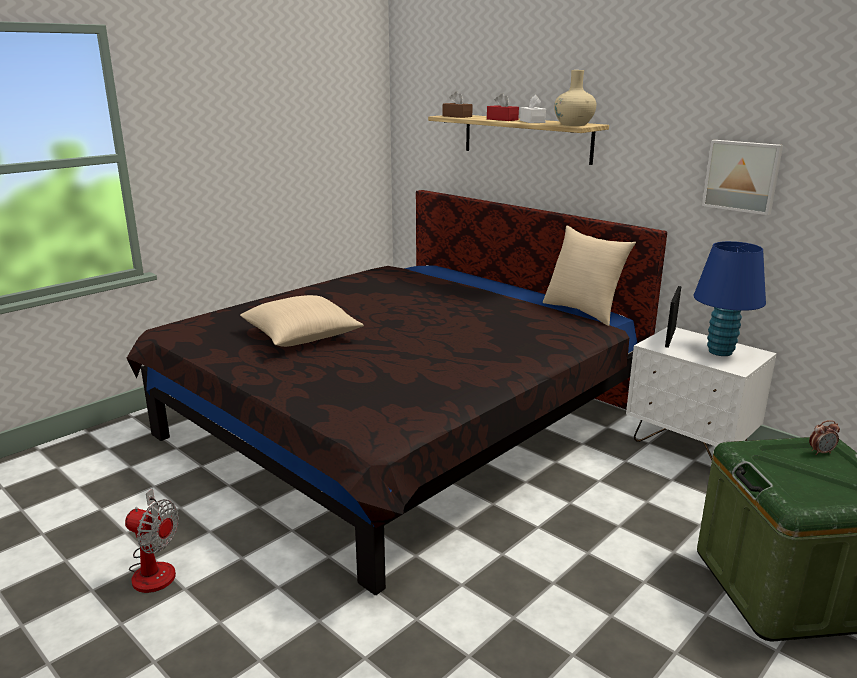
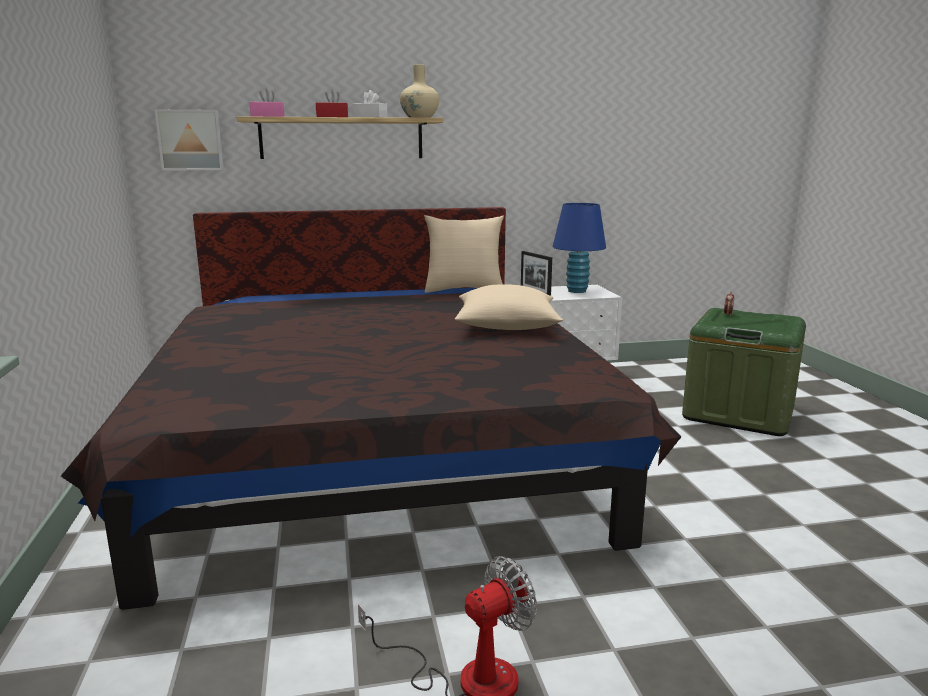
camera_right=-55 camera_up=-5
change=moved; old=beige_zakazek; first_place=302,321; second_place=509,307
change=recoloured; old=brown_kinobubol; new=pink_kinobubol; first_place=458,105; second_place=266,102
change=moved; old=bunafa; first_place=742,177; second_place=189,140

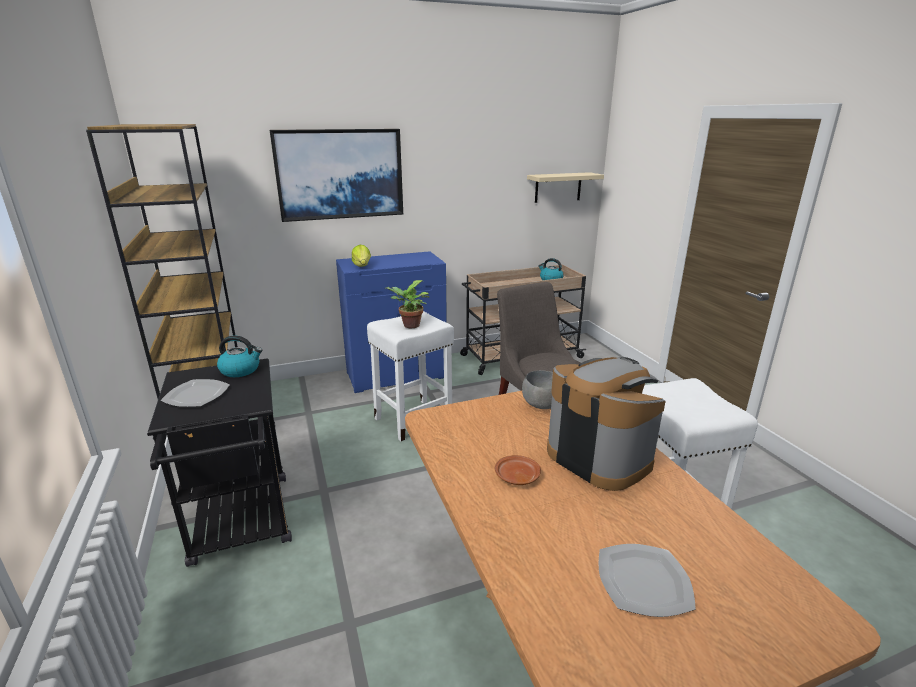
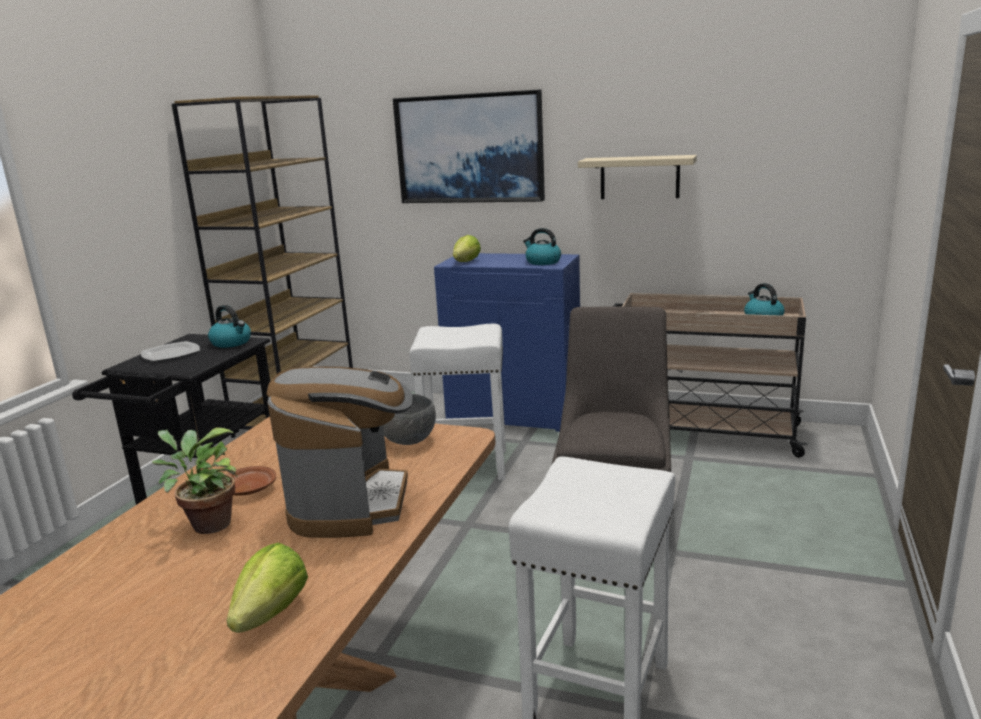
camera_right=40 camera_up=-5
change=moved; old=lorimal; first_place=408,304; second_place=195,480
change=moved; old=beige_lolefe; first_place=565,187; second_place=637,177
change=removed; old=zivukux; first_place=647,580
change=added; new=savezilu; second_place=267,588
change=added; new=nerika; second_place=542,246

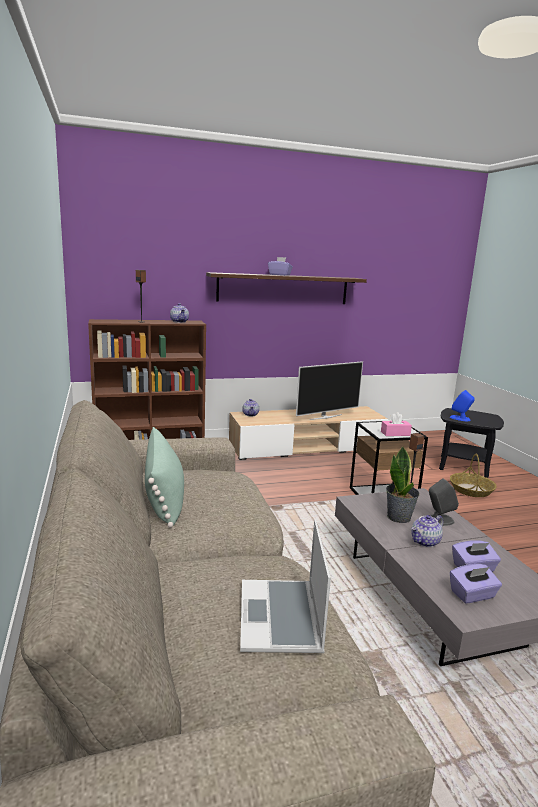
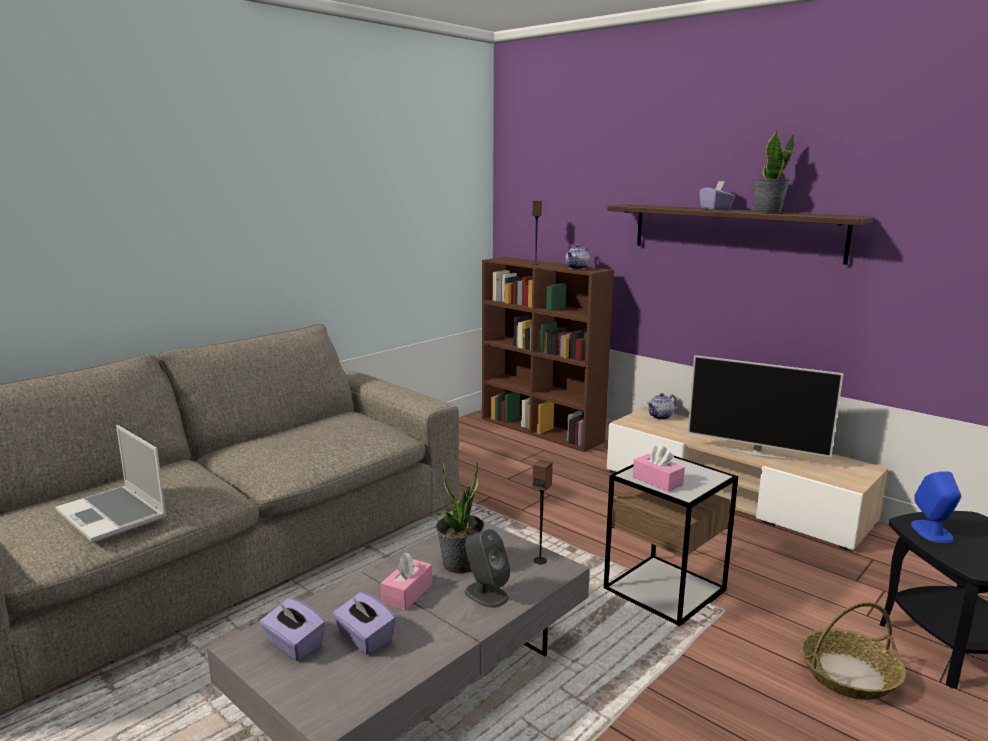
camera_right=60 camera_up=0
change=removed; old=green_zakazek; first_place=164,477
change=turned; old=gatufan; first_place=285,586; second_place=111,484; degrees=-105
change=replaced; old=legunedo; new=pink_kinobubol; first_place=427,531; second_place=406,581
change=added; new=lorimal; second_place=773,172

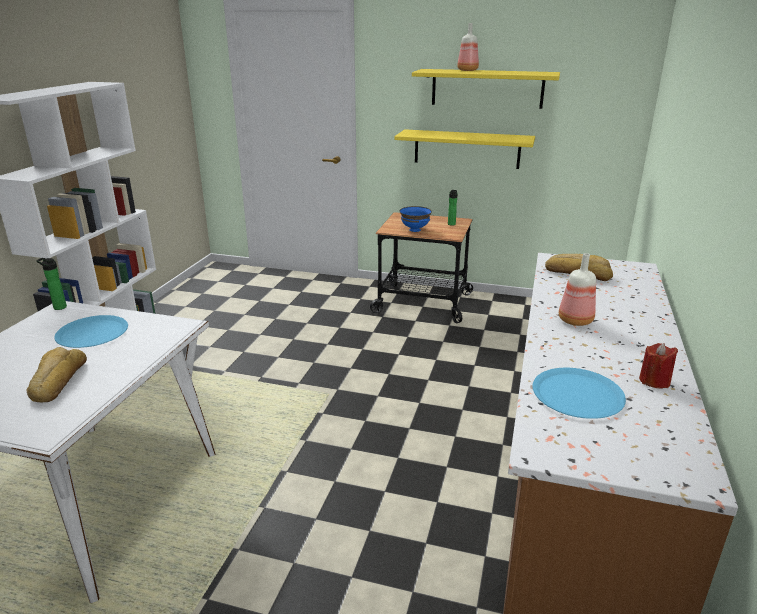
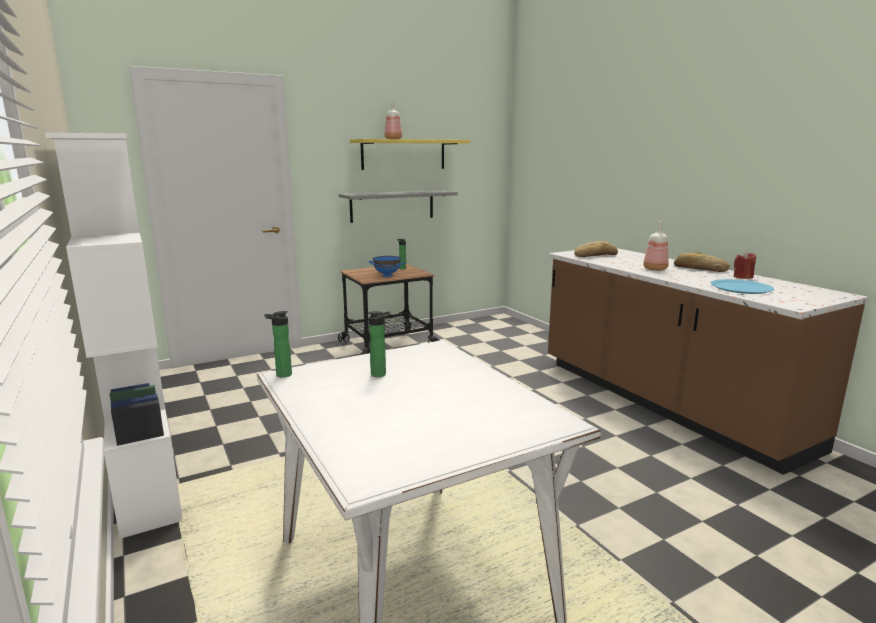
camera_right=-45 camera_up=-10
change=moved; old=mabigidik; first_place=56,375; second_place=702,262
change=replaced; old=blue_zivukux; new=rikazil; first_place=91,331; second_place=379,344
change=recoloured; old=yellow_lolefe; new=grey_lolefe; first_place=464,149; second_place=398,206

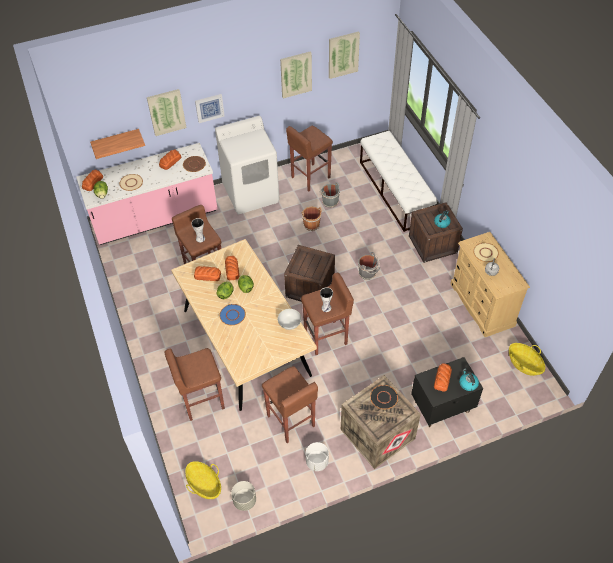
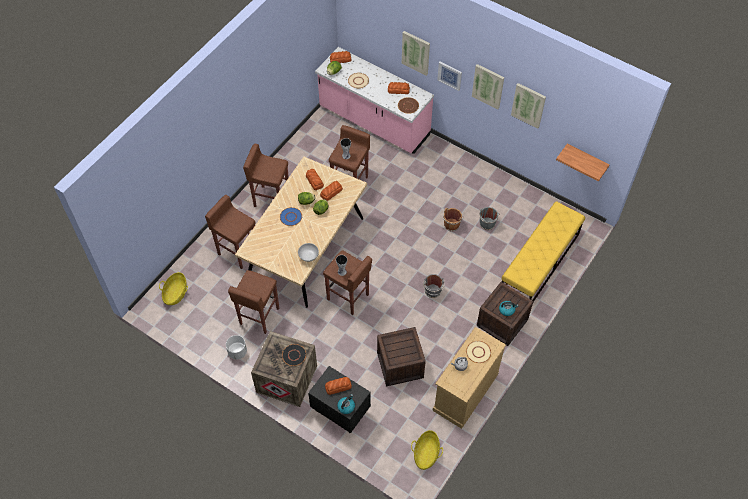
camera_right=55 camera_up=5
change=moved; old=lolefe; first_place=117,144; second_place=582,162
change=removed; old=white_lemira; first_place=247,165
change=removed; old=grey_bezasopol; first_place=243,496
change=moved; old=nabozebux; first_place=309,273; second_place=401,356
change=moved; old=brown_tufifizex; first_place=309,159; second_place=266,175
change=moved; old=bunafa; first_place=344,55; second_place=488,87
change=recoloured; old=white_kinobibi; new=yellow_kinobibi; first_place=398,181; second_place=543,251

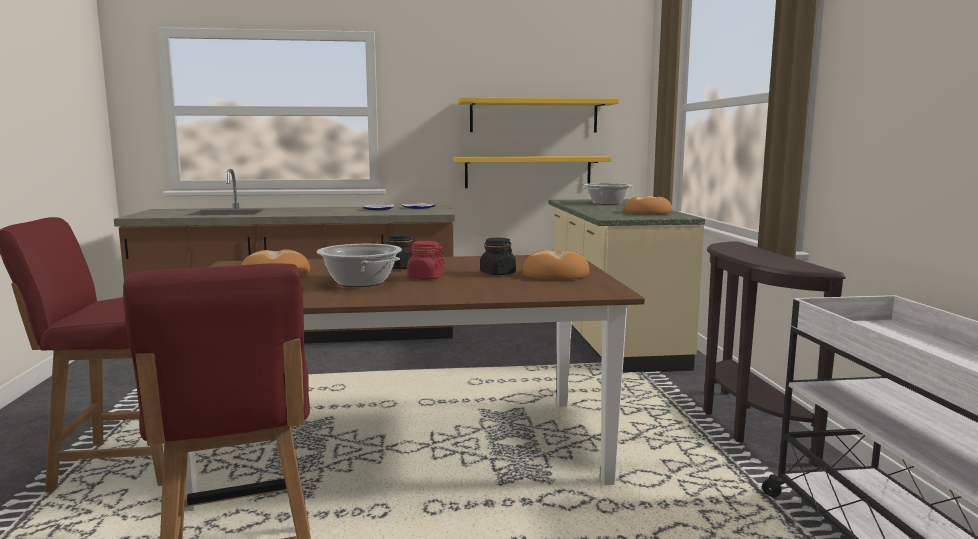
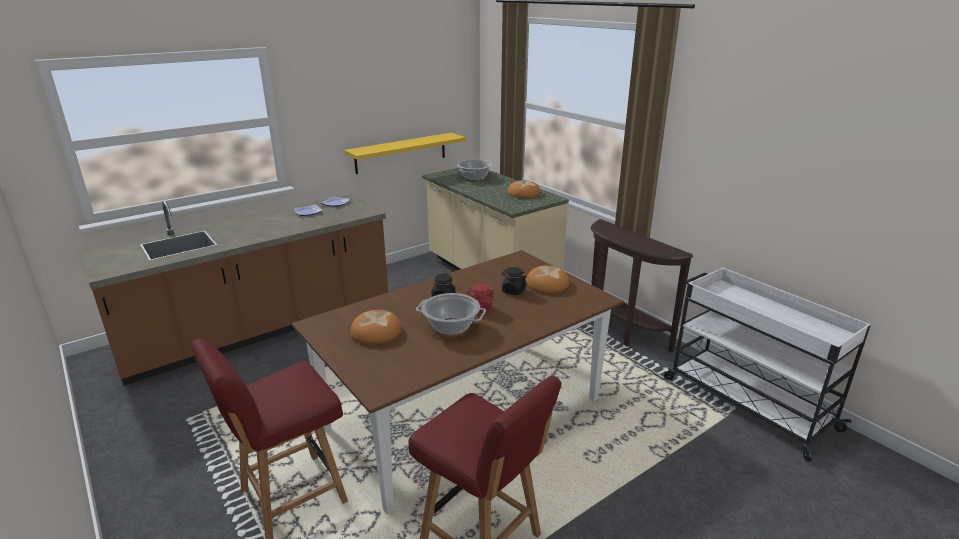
camera_right=-30 camera_up=15
change=removed; old=yellow_lolefe; first_place=538,115

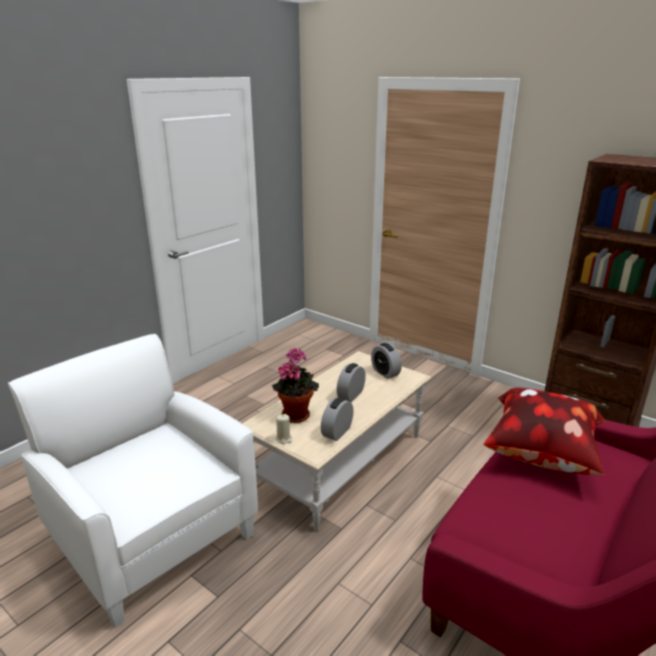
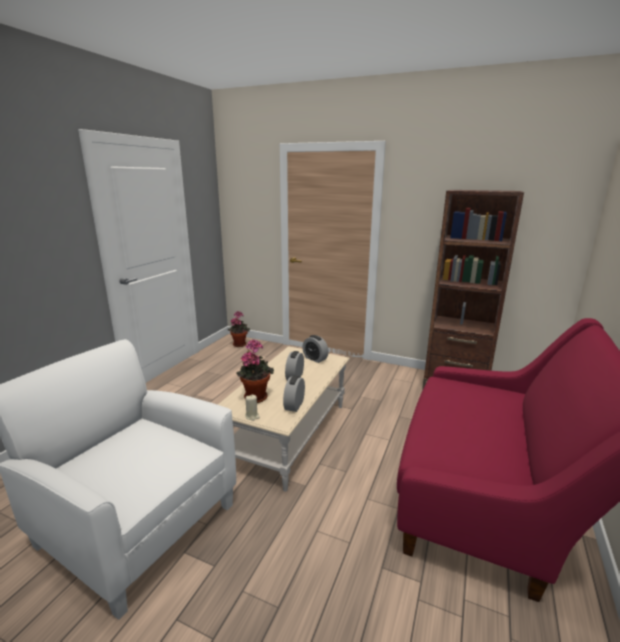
camera_right=-15 camera_up=-5
change=removed; old=zakazek; first_place=545,431
change=added; new=lorimal; second_place=239,329

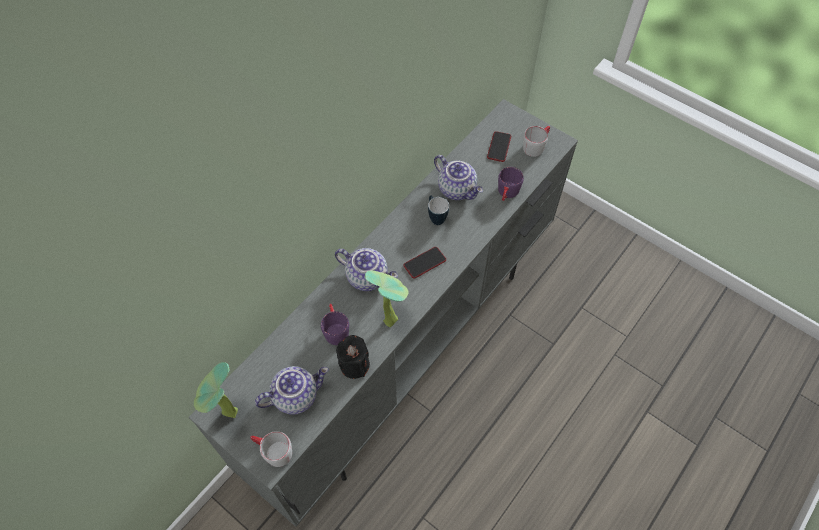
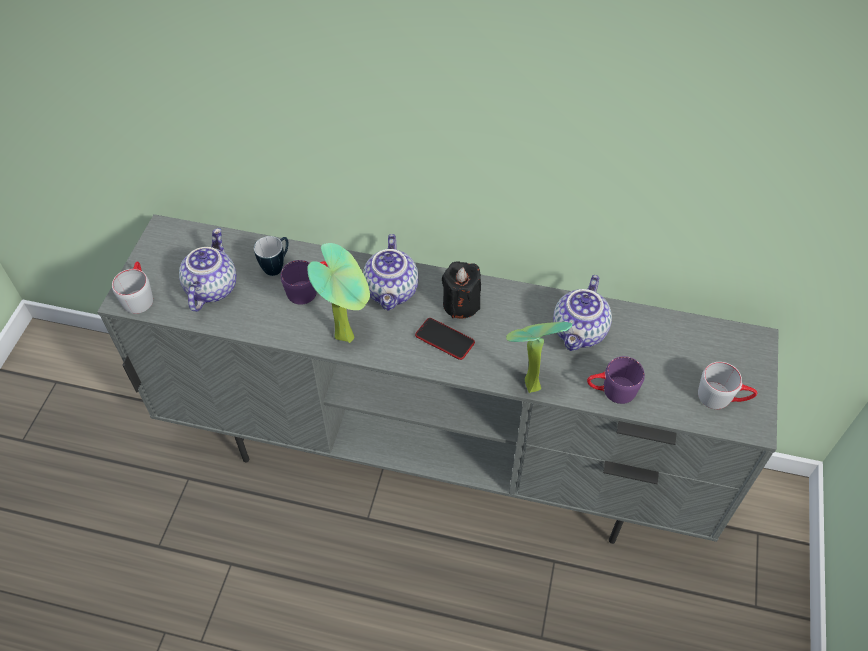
camera_right=65 camera_up=-5
change=moved; old=lorimal; first_place=216,390; second_place=539,357
change=turned; old=legunedo; first_place=292,390; second_place=208,270; degrees=-120
change=moved; old=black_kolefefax; first_place=353,357; second_place=461,290
change=moved; old=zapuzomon; first_place=438,210; second_place=271,256
change=removed; old=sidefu; first_place=499,146

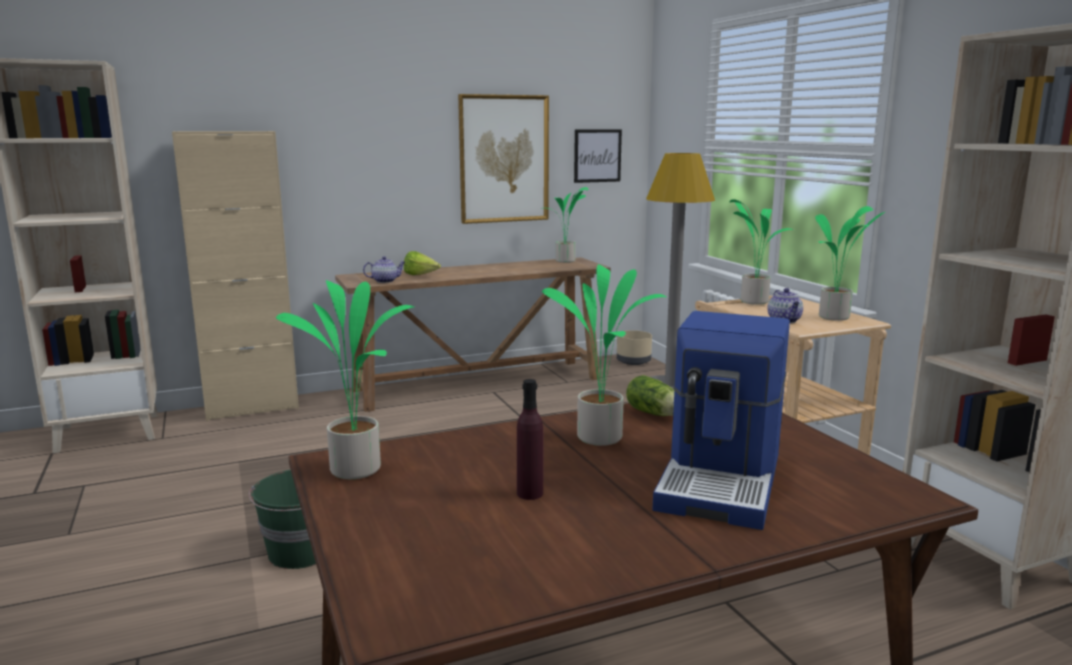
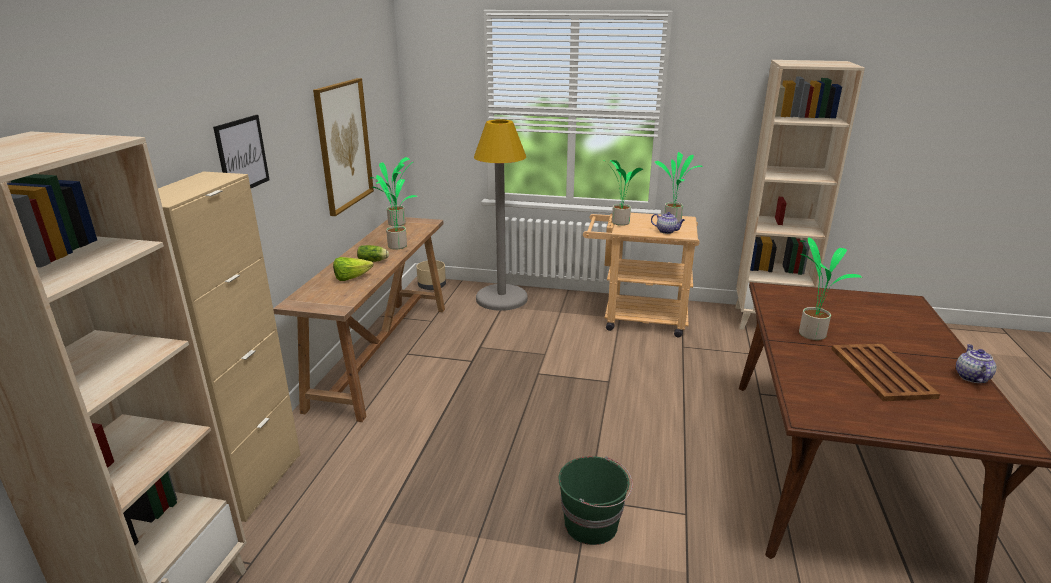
camera_right=-55 camera_up=10
change=moved; old=lorimal; first_place=345,379; second_place=394,212
change=moved; old=legunedo; first_place=384,269; second_place=976,363
change=replaced; old=purple_rikazil; new=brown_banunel; first_place=530,439; second_place=885,372
change=moved; old=bunafa; first_place=598,156; second_place=241,151
change=moved; old=savezilu; first_place=650,395; second_place=373,253
change=removed; old=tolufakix; first_place=721,420

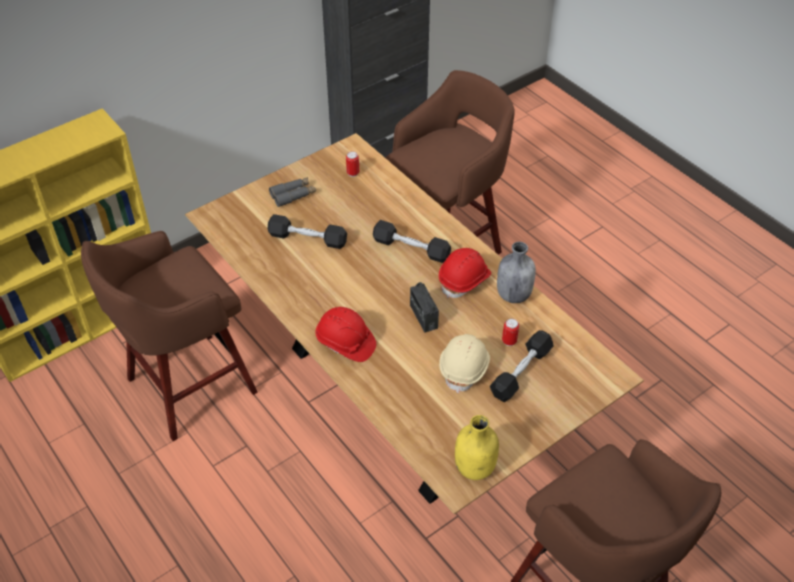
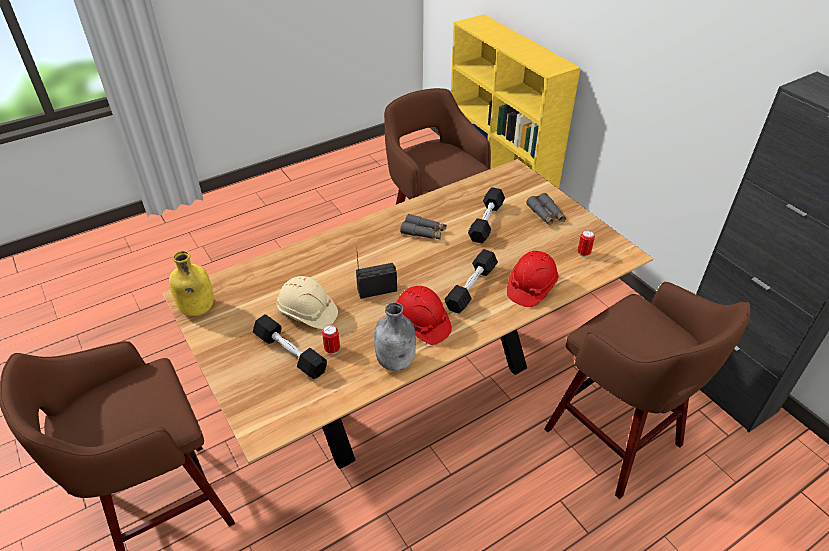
camera_right=95 camera_up=-5
change=moved; old=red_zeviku; first_place=345,334; second_place=533,279
change=added; new=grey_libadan; second_place=423,227

